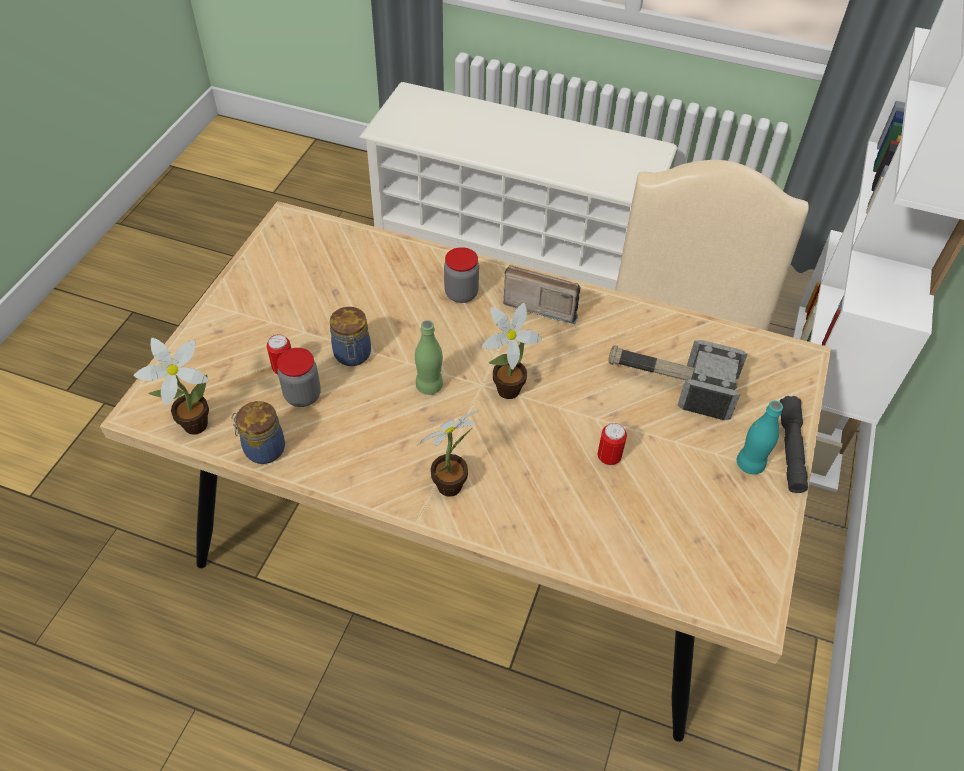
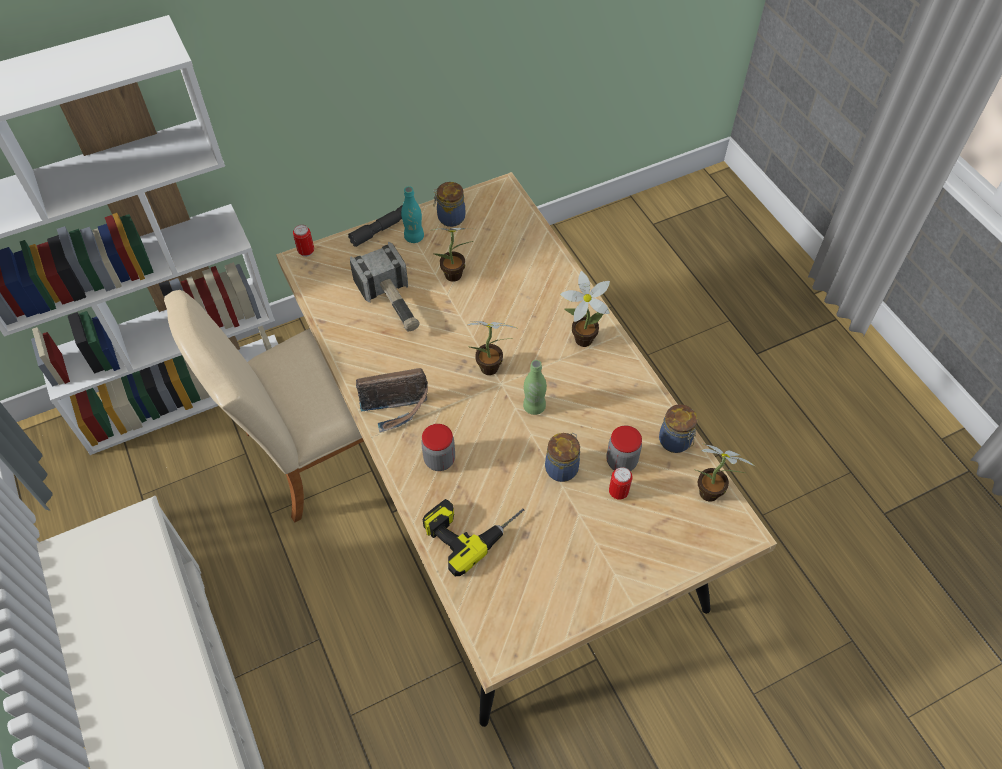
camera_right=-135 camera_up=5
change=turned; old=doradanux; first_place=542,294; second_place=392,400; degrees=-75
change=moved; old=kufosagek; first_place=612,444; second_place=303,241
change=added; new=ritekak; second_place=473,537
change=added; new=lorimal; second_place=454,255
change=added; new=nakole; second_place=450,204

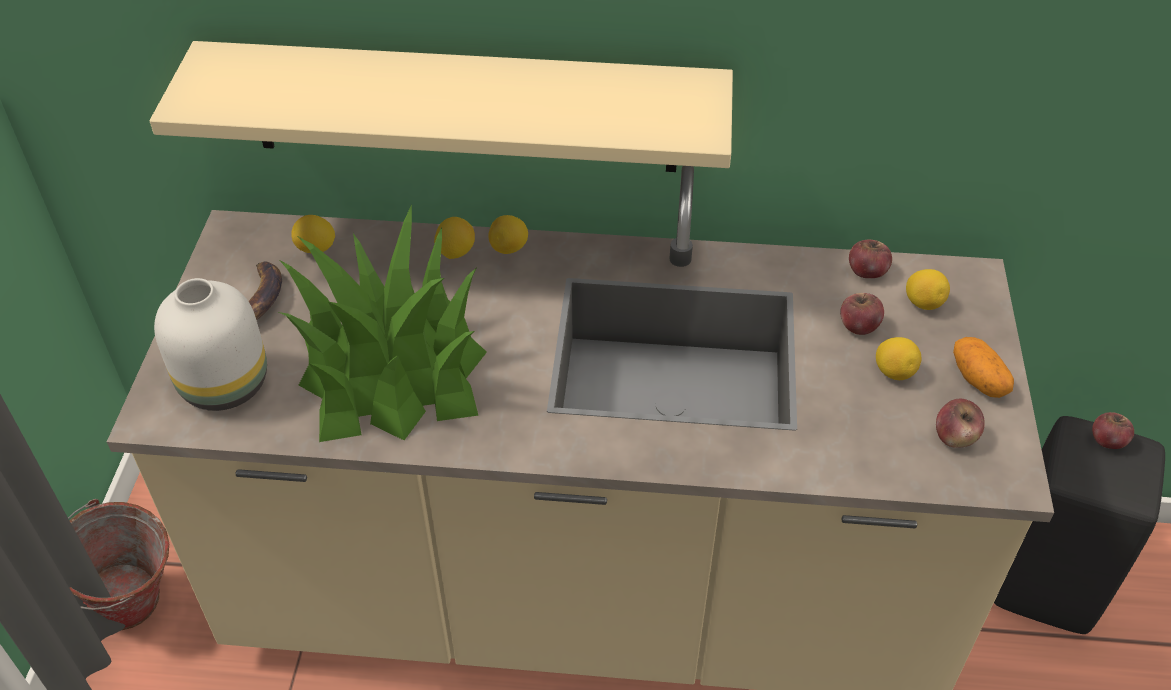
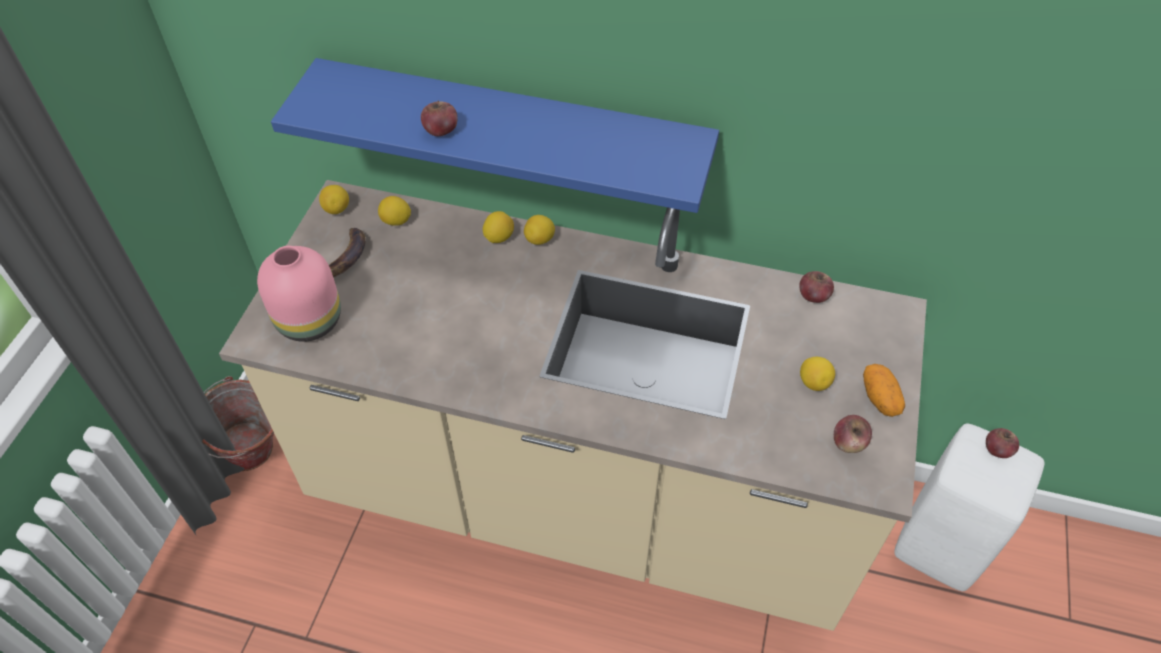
camera_right=10 camera_up=5
change=recoloured; old=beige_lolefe; new=blue_lolefe; first_place=441,106; second_place=495,135
change=recoloured; old=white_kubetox; new=pink_kubetox; first_place=210,344; second_place=299,294
change=removed; old=lorimal; first_place=383,323
change=moved; old=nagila; first_place=862,314; second_place=439,118
change=moved; old=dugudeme; first_place=928,289; second_place=334,199
change=recoloured; old=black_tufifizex; new=white_tufifizex; first_place=1079,525; second_place=969,507

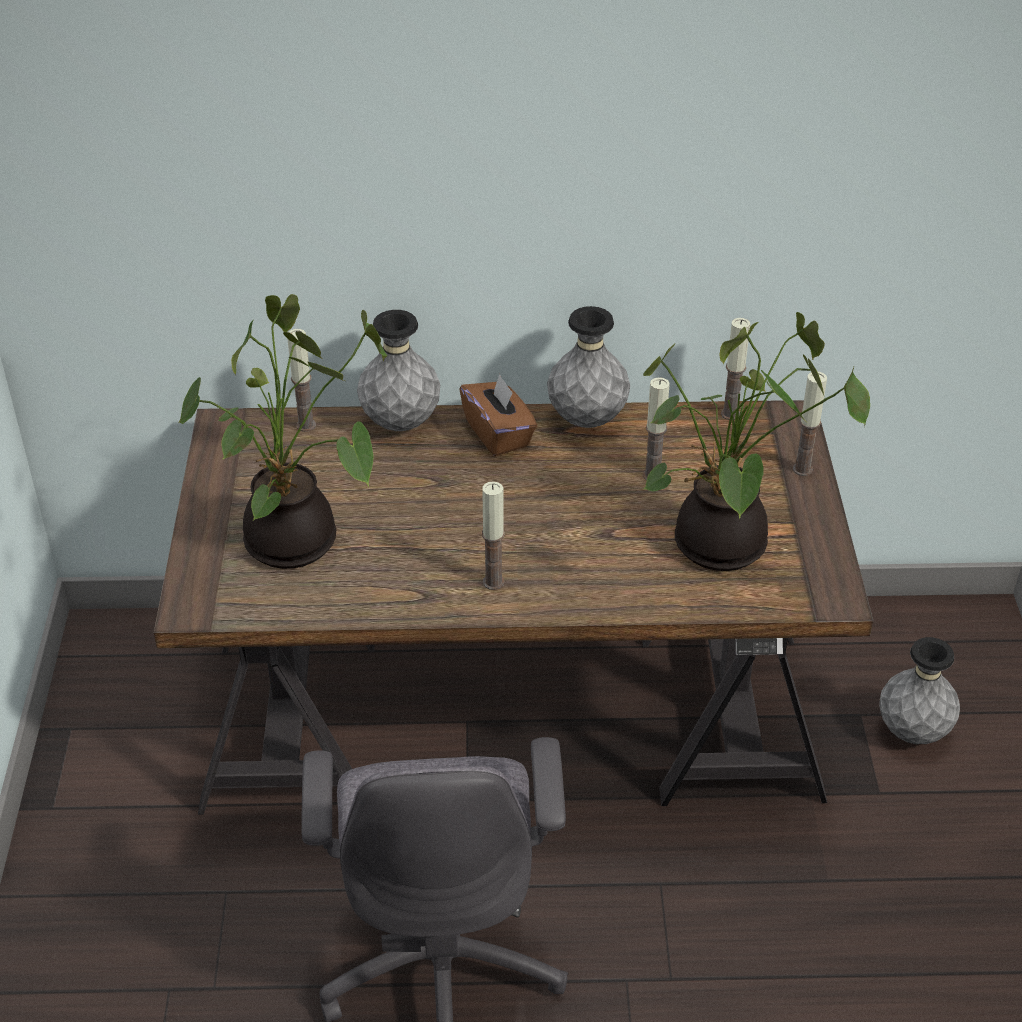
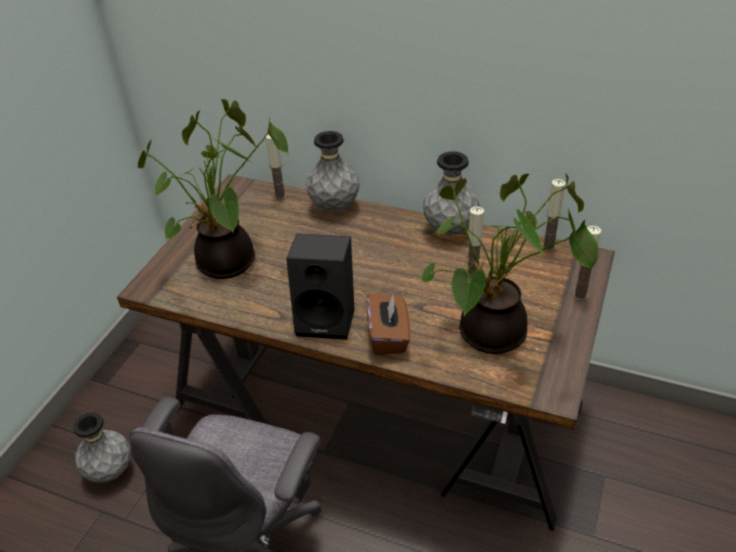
camera_right=25 camera_up=0
change=moved; old=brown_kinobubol; first_place=498,415; second_place=388,324
change=replaced; old=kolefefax; new=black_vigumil; first_place=493,535; second_place=320,287
change=moved; old=grey_kubetox; first_place=919,690; second_place=102,447

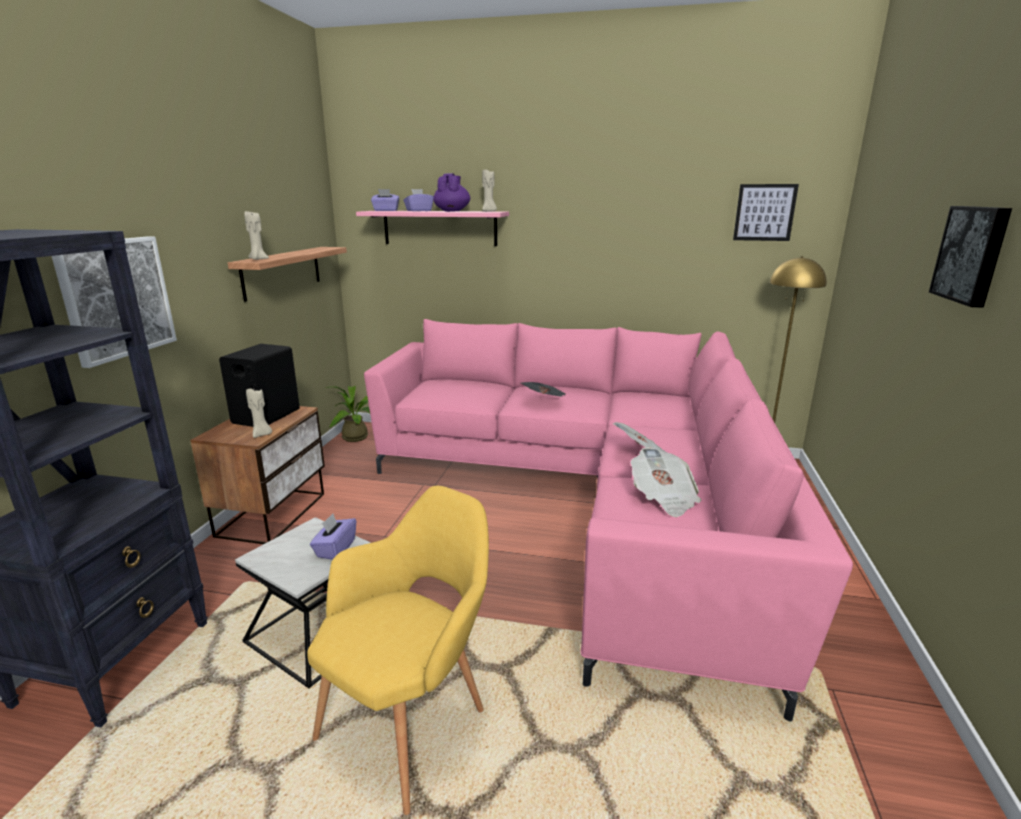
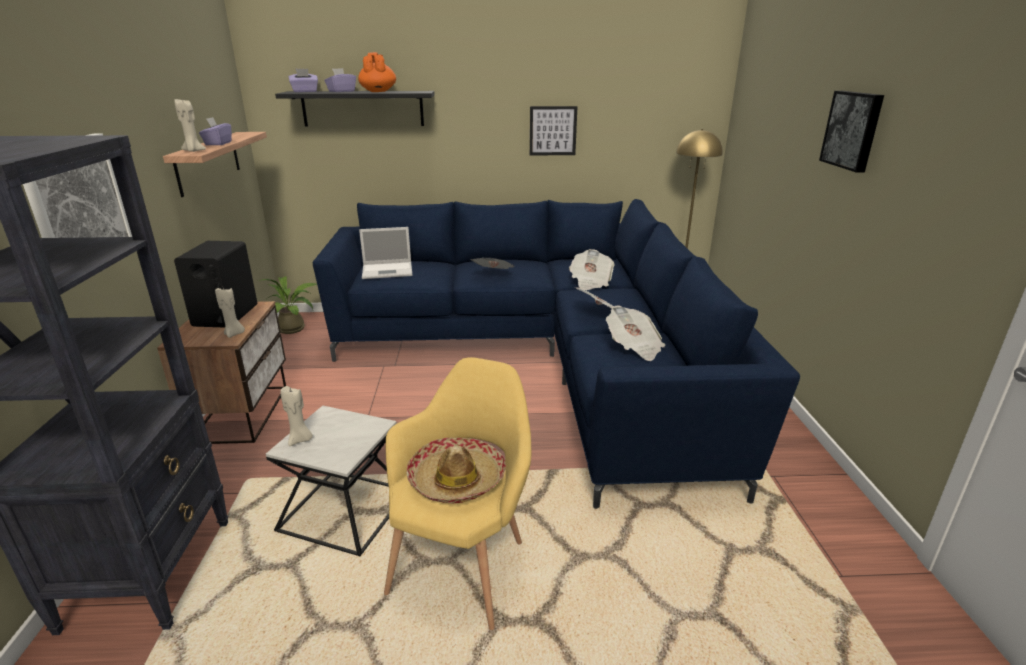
camera_right=-15 camera_up=5
change=moved; old=purple_kinobubol; first_place=333,537; second_place=215,131
change=recoloured; old=pink_lolefe; new=black_lolefe; first_place=432,228; second_place=355,109
change=recoloured; old=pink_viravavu; new=blue_viravavu; first_place=608,520; second_place=556,354
change=recoloured; old=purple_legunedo; new=orange_legunedo; first_place=451,192; second_place=377,72
change=moved; old=beige_kolefefax; first_place=489,190; second_place=296,416
change=moved; old=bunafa; first_place=766,212; second_place=554,131
change=added; new=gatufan; second_place=386,253
change=added; new=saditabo; second_place=456,470
change=added; new=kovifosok; second_place=592,269

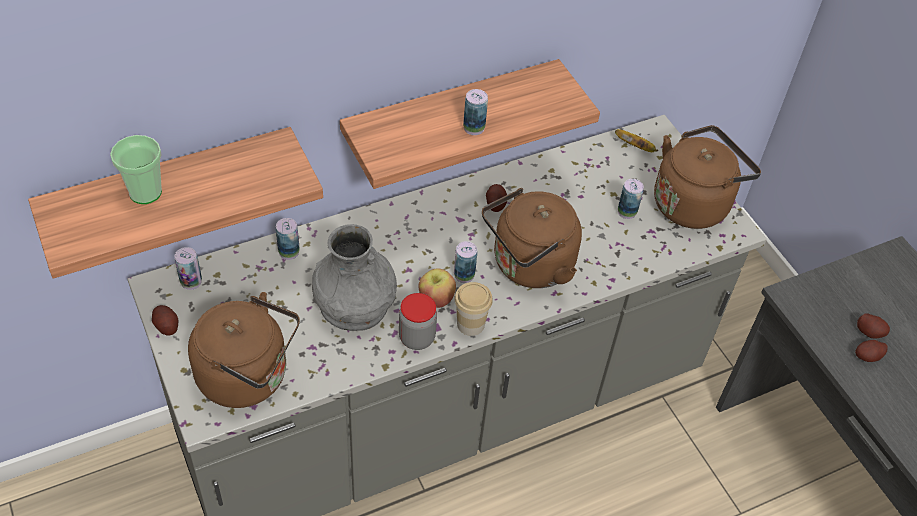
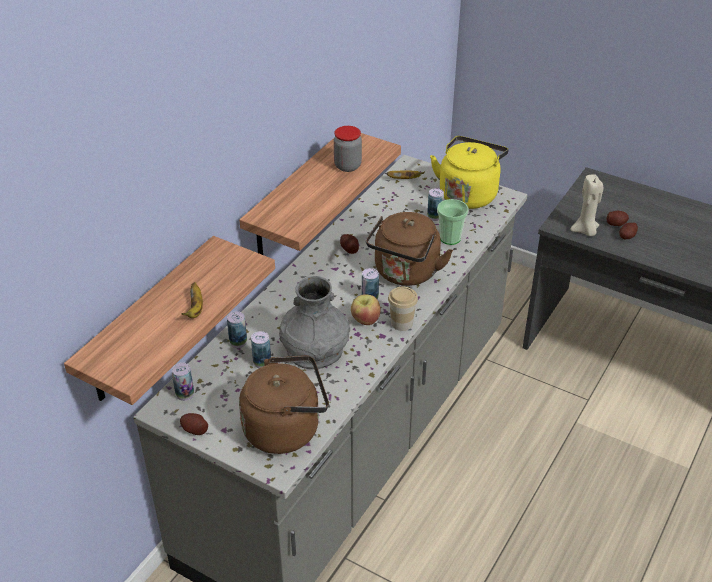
camera_right=-30 camera_up=-10
change=moved; old=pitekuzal; first_place=136,169; second_place=453,222
change=moved; old=nakole; first_place=418,321; second_place=348,149
change=moved; old=kufosagek; first_place=475,112; second_place=261,349
change=recoloured; old=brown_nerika; new=yellow_nerika; first_place=707,177; second_place=469,172
change=added; new=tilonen; second_place=192,300
change=added; new=beige_kolefefax; second_place=587,205

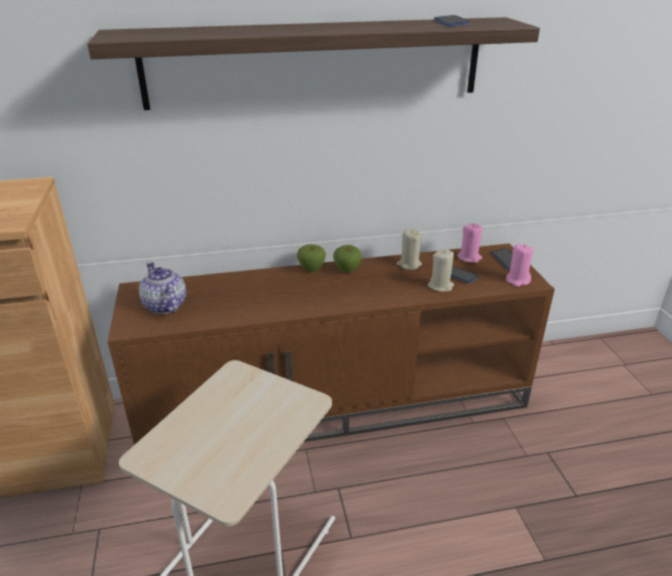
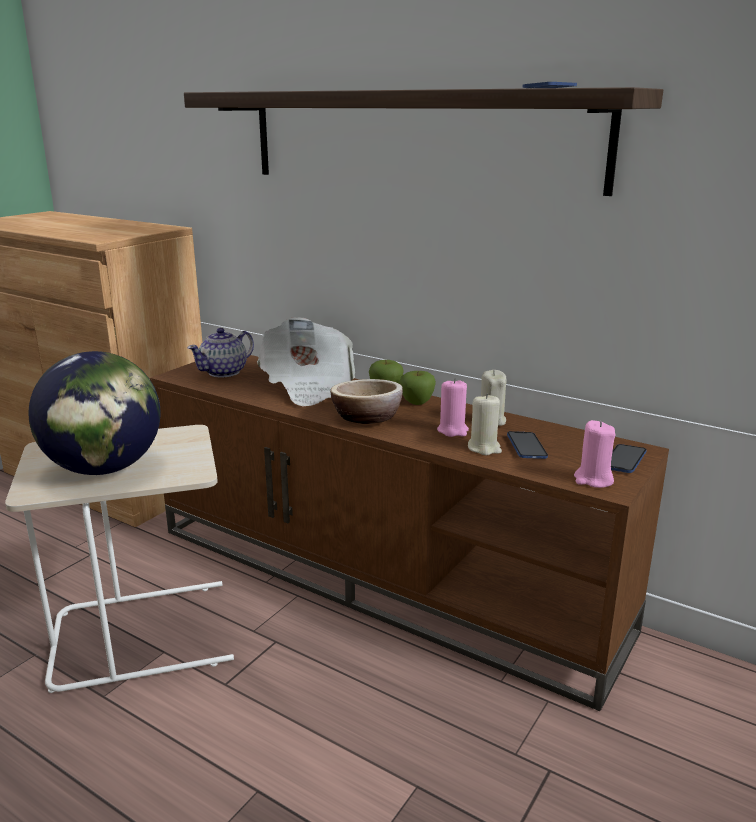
camera_right=45 camera_up=-10
change=turned; old=legunedo; first_place=162,288; second_place=221,352; degrees=-150
change=moved; old=pink_kolefefax; first_place=470,243; second_place=453,407
change=added; new=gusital; second_place=94,413
change=added; new=kovifosok; second_place=306,361
change=added; new=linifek; second_place=366,401

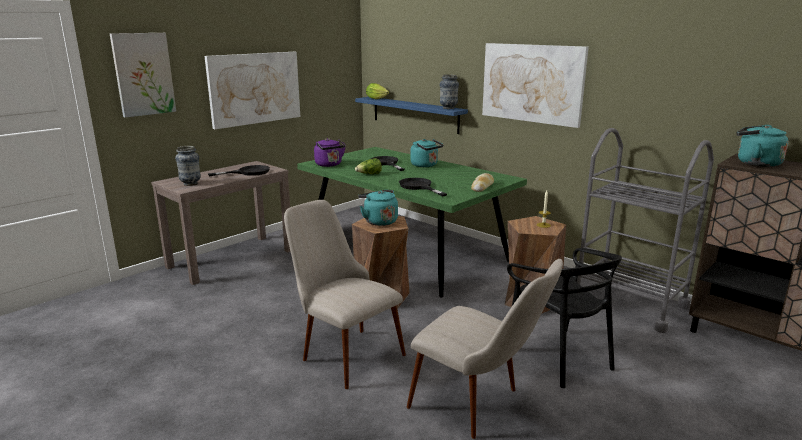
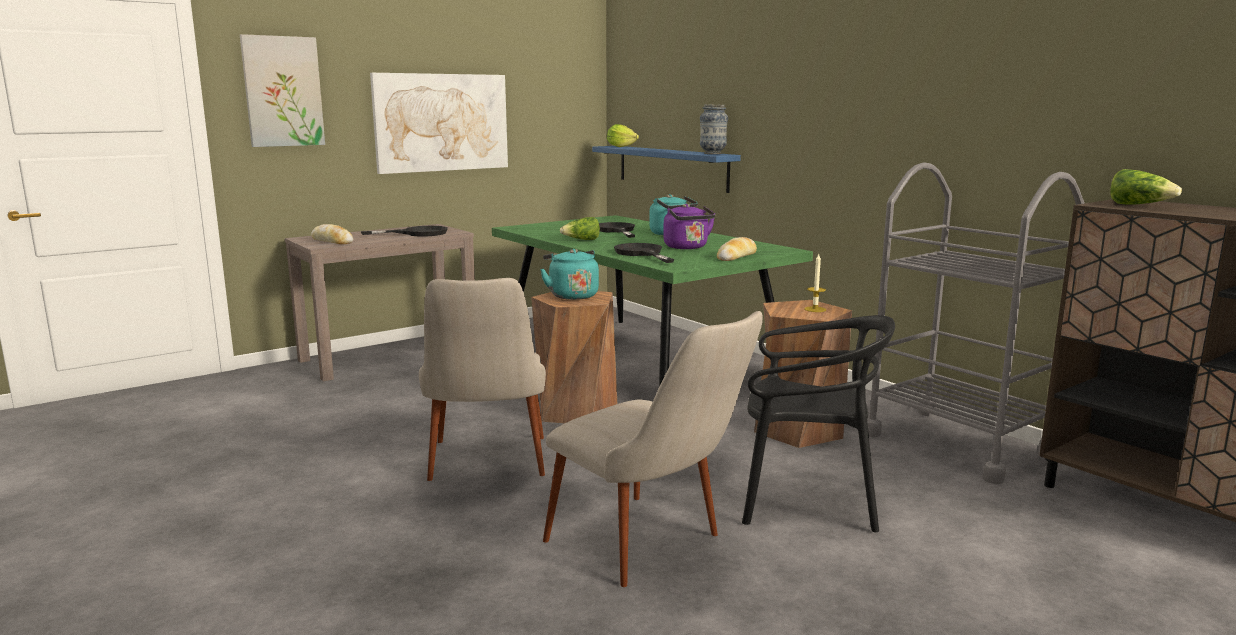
camera_right=10 camera_up=-5
change=replaced; old=kubetox; new=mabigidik; first_place=188,166; second_place=332,234
change=turned; old=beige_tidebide; first_place=345,294; second_place=482,379; degrees=-150
change=moved; old=purple_nerika; first_place=329,152; second_place=689,226
change=removed; old=bunafa; first_place=535,85
change=turned; old=black_tidebide; first_place=564,318; second_place=818,424; degrees=-60
change=replaced; old=turquoise_nerika; new=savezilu; first_place=762,146; second_place=1146,187

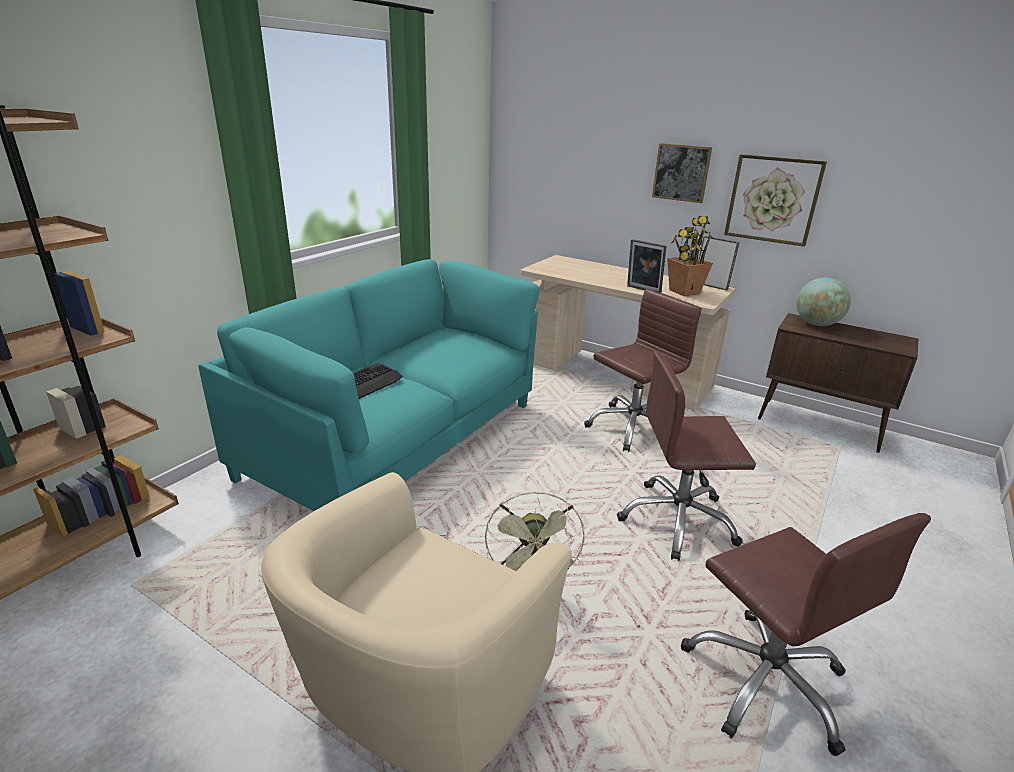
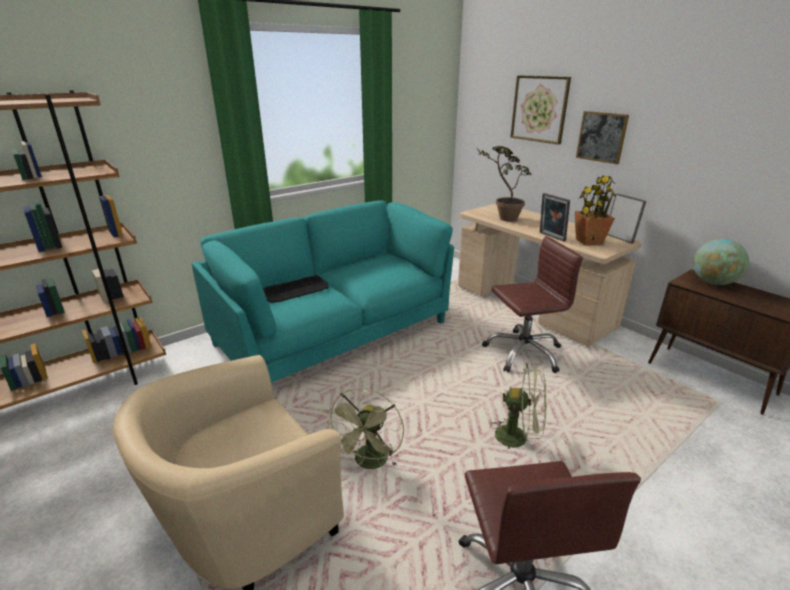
camera_right=20 camera_up=0
change=replaced; old=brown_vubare; new=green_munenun; first_place=686,456; second_place=519,406
change=moved; old=bunafa; first_place=775,200; second_place=540,110
change=added; new=lorimal; second_place=503,184

